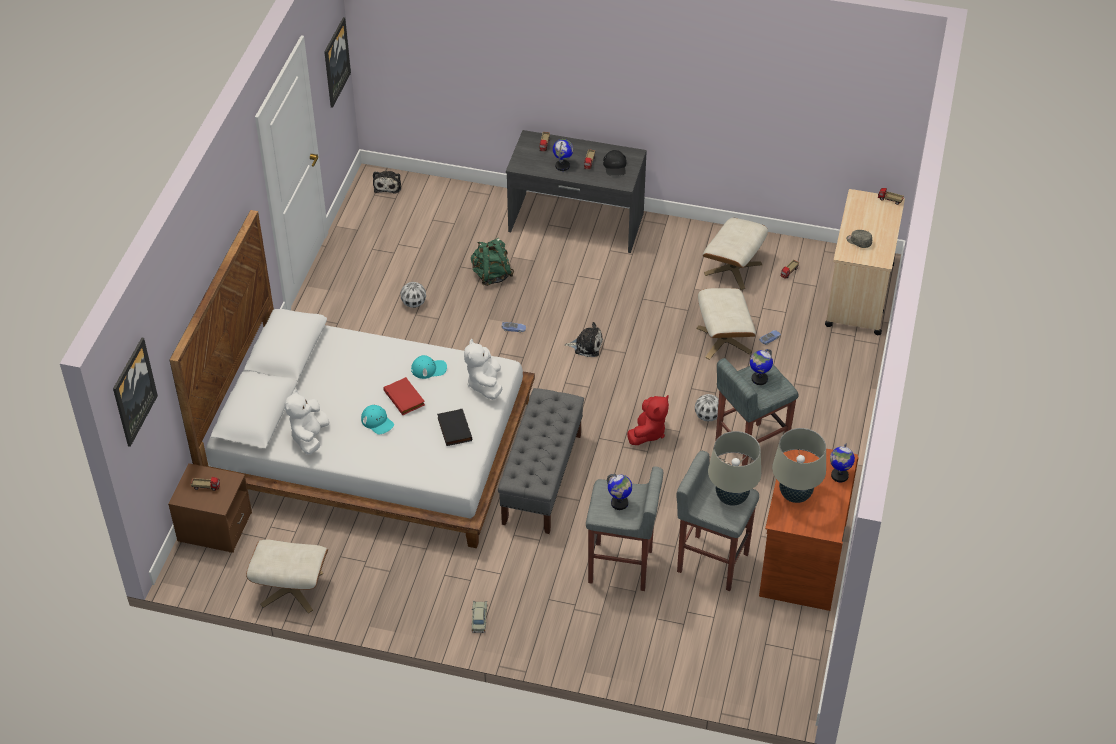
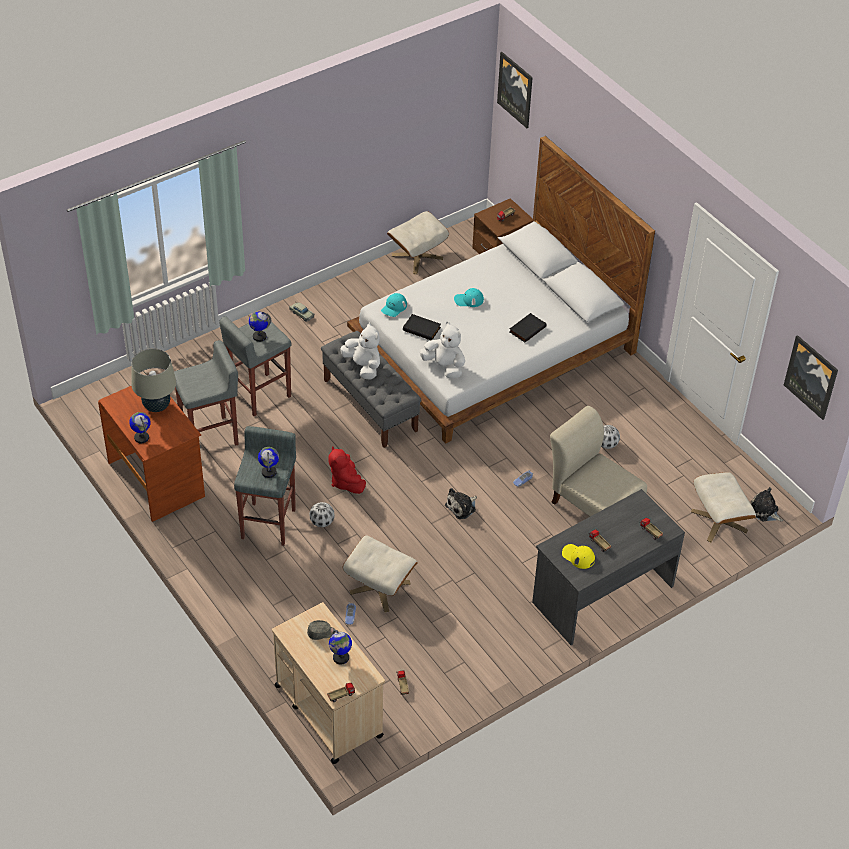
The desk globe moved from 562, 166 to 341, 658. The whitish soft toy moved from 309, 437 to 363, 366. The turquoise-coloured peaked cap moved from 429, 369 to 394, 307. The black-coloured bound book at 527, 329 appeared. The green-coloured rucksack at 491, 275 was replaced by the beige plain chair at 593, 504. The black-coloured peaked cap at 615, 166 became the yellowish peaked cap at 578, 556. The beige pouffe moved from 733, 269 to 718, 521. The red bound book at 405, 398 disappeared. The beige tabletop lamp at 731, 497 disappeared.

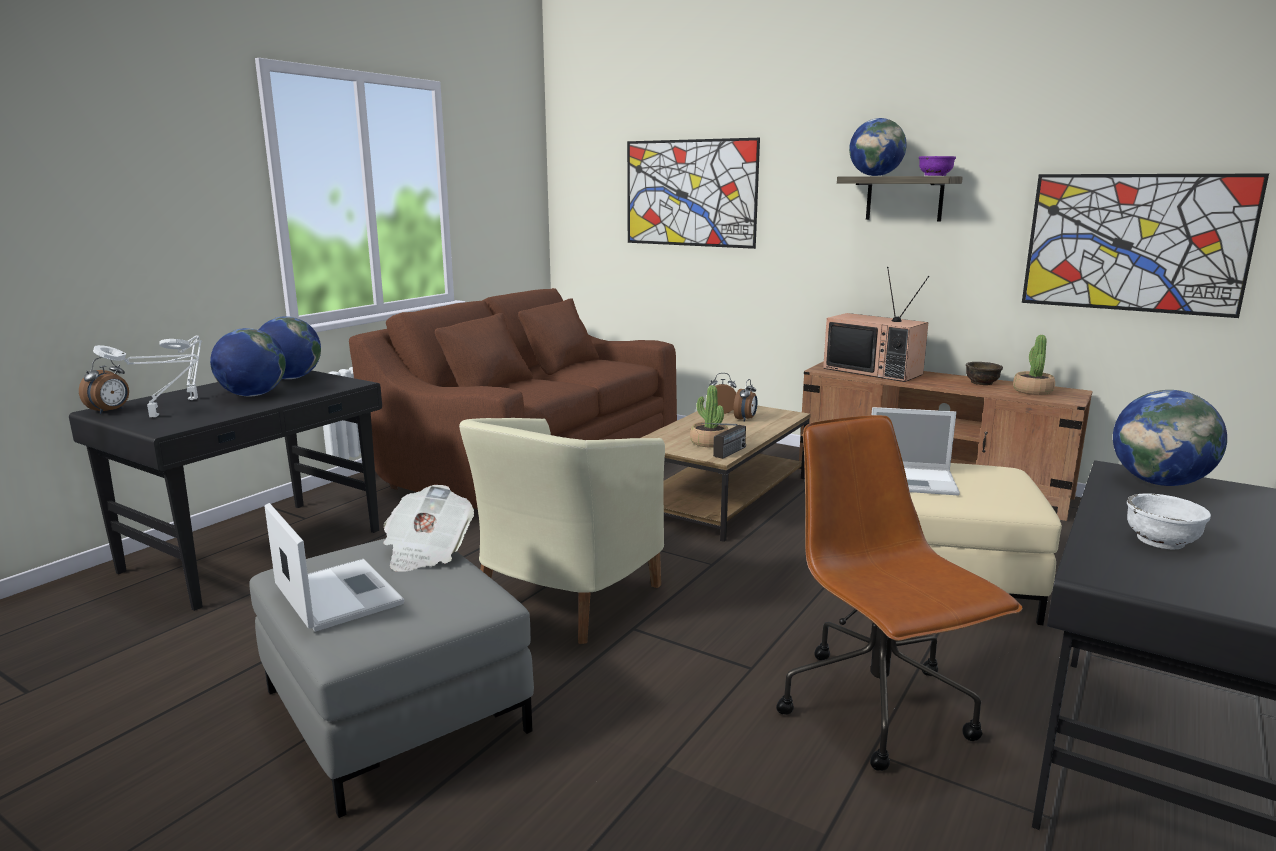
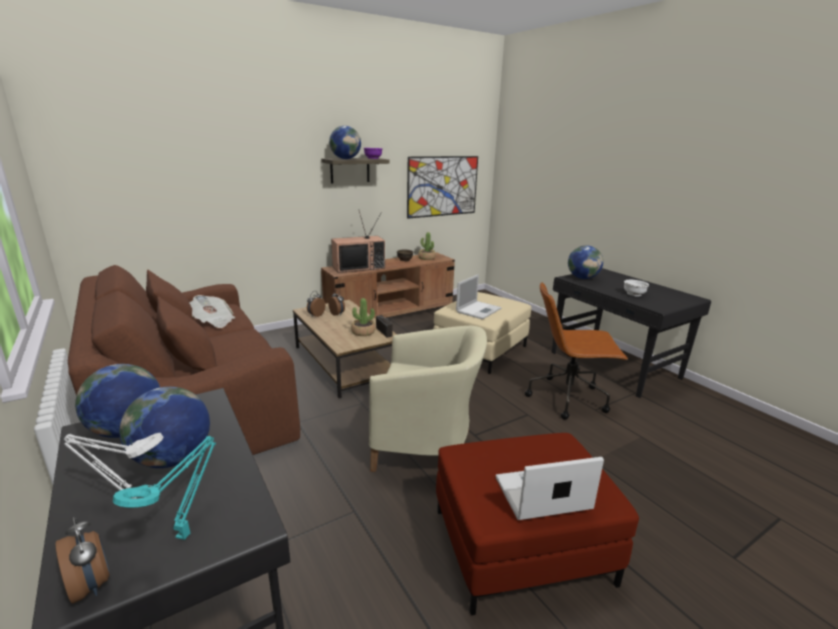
The whitish tabletop lamp at 157, 417 became the turquoise-coloured tabletop lamp at 186, 533. The daily paper moved from 427, 551 to 213, 321. The beige armchair at 564, 598 turned 45 degrees counterclockwise. The greyish pouffe at 393, 710 became the red pouffe at 520, 546. The picture at 690, 193 disappeared.

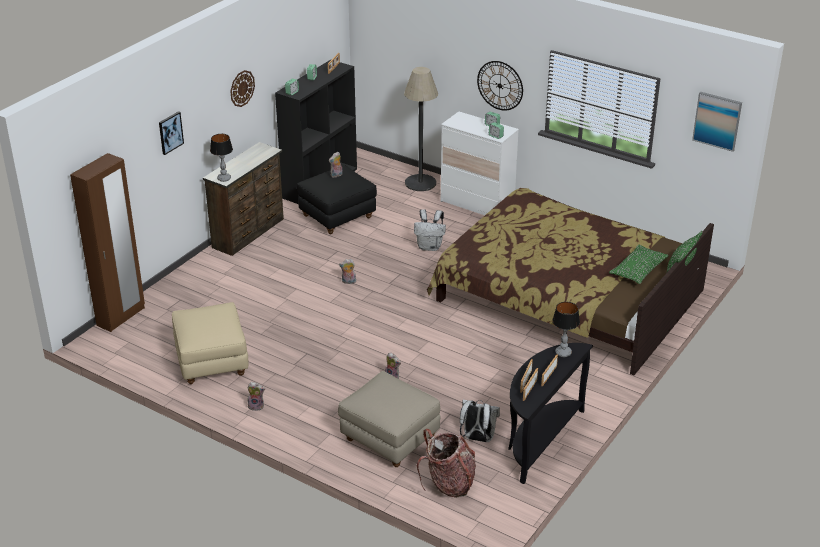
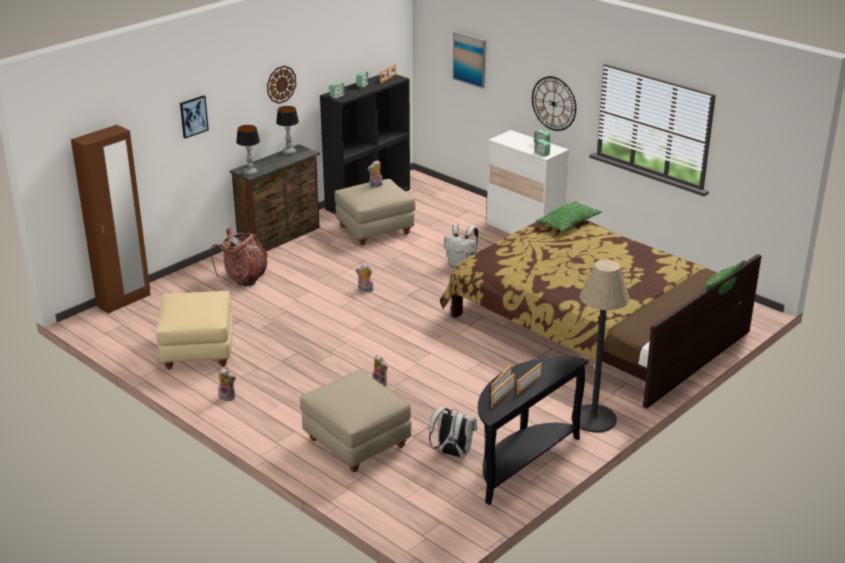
The rucksack moved from 449, 484 to 244, 277. The tabletop lamp moved from 563, 352 to 289, 152. The black-coloured pouffe at 337, 216 became the beige pouffe at 375, 230. The picture moved from 717, 121 to 470, 59. The green-coloured pillow moved from 638, 270 to 568, 223. The standard lamp moved from 420, 183 to 593, 419.

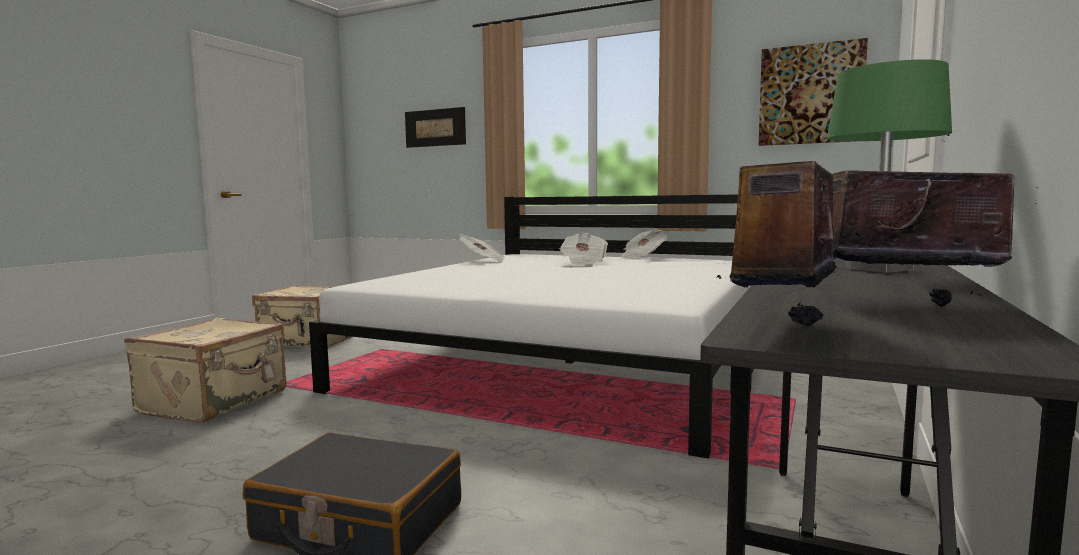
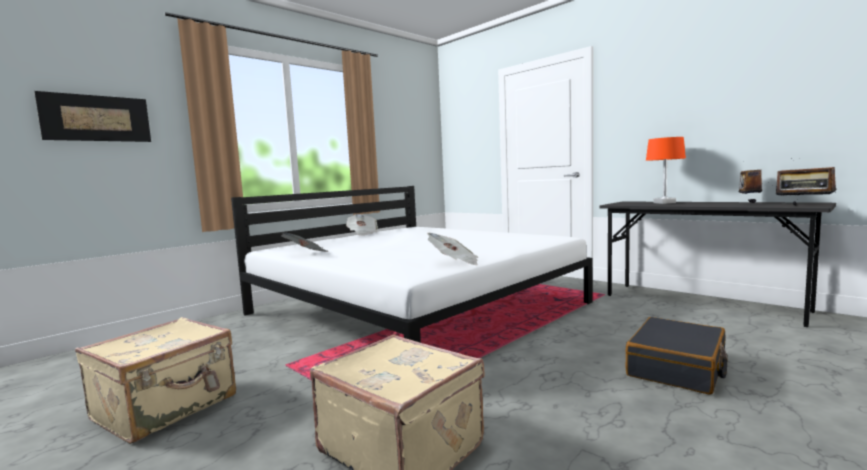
The daily paper moved from 583, 263 to 454, 263. The green-coloured tabletop lamp at 878, 269 became the orange tabletop lamp at 664, 203. The picture at 810, 94 disappeared.

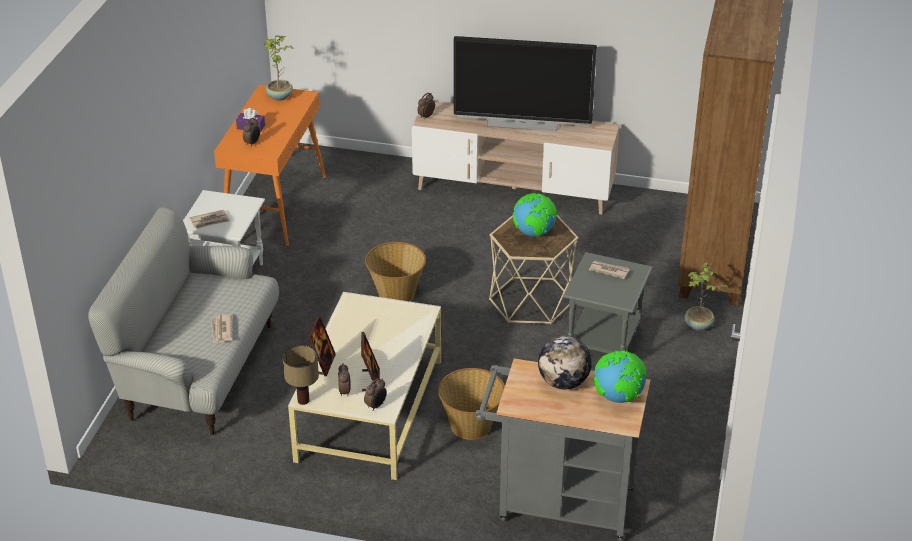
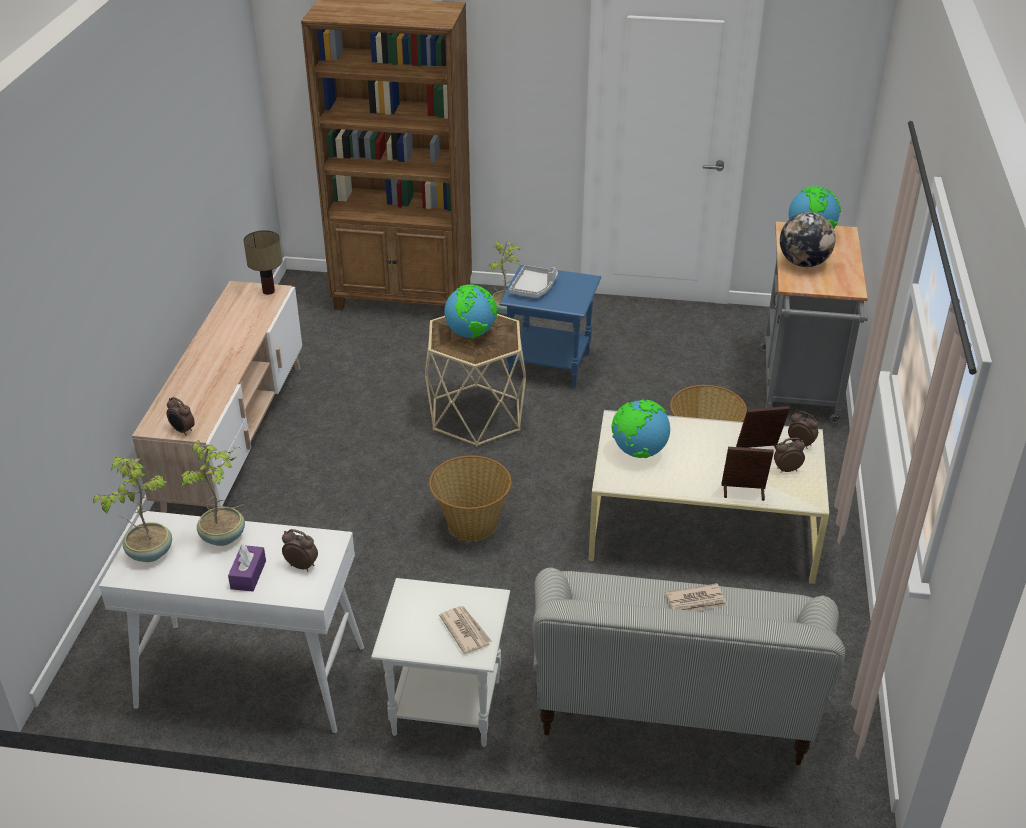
The orange narrow table at 275, 206 became the whitish narrow table at 250, 678. The houseplant at 224, 537 appeared. The tabletop lamp moved from 304, 400 to 268, 291. The greyish accent table at 603, 346 became the bluish accent table at 550, 366. The daily paper at 608, 270 was replaced by the greyish serving tray at 534, 288. The desk globe at 638, 452 appeared. The TV set at 522, 123 disappeared.

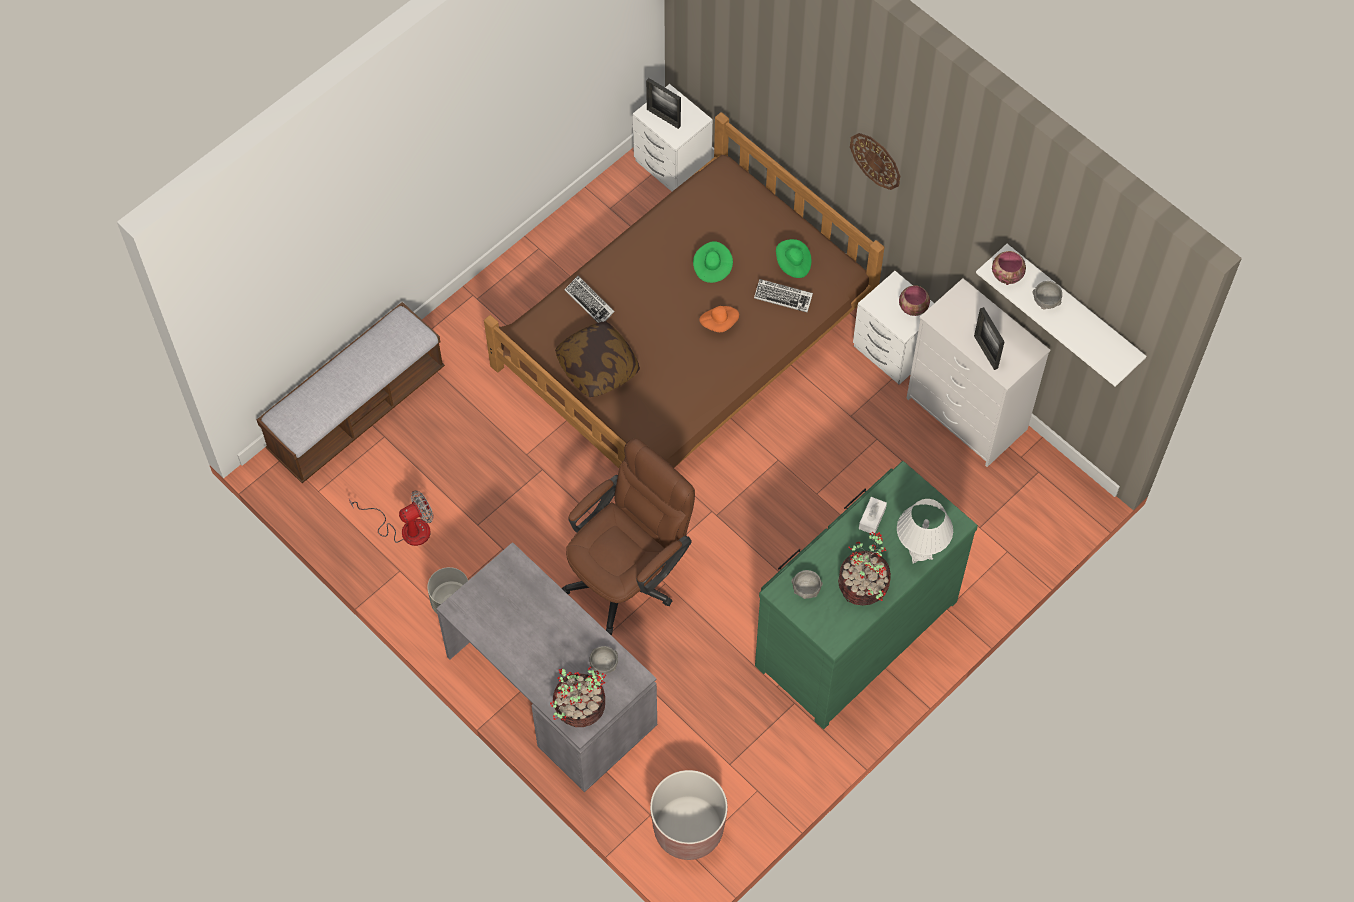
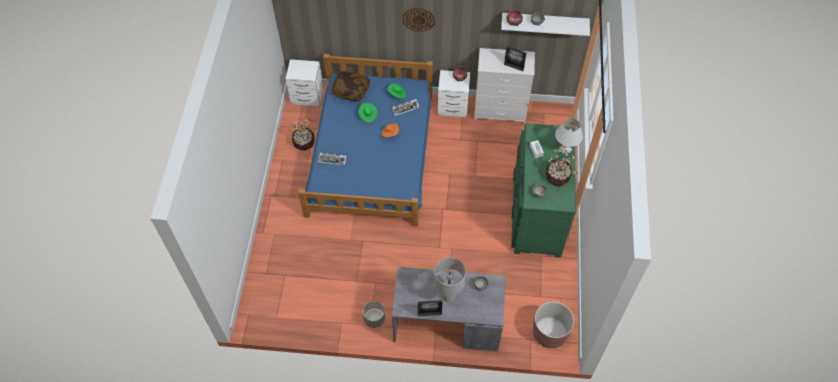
The houseplant moved from 578, 707 to 304, 143. The brown bed at 684, 337 became the bluish bed at 371, 154. The pillow moved from 598, 366 to 351, 90. The picture frame moved from 663, 118 to 429, 314. The greyish tabletop lamp at 448, 296 appeared. The long seat at 357, 410 disappeared. The cooling fan at 405, 529 disappeared. The brown desk chair at 629, 574 disappeared.

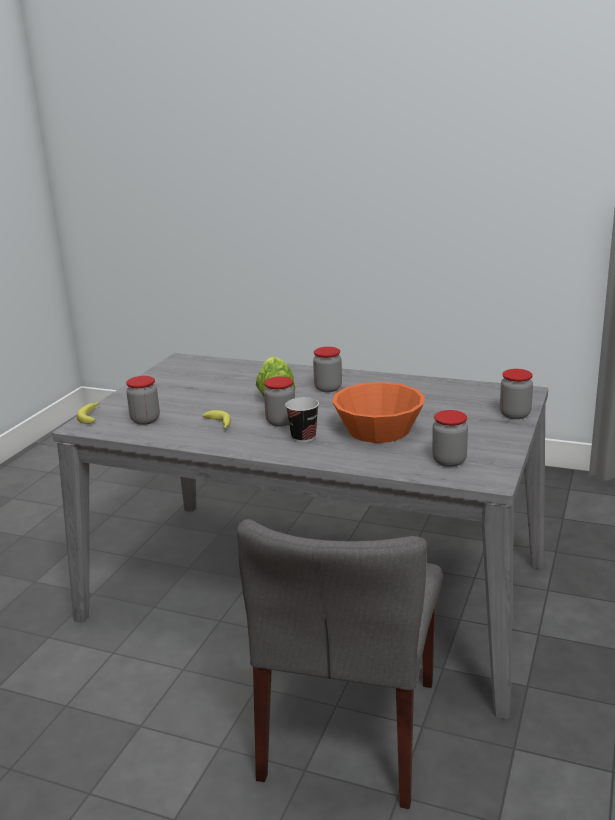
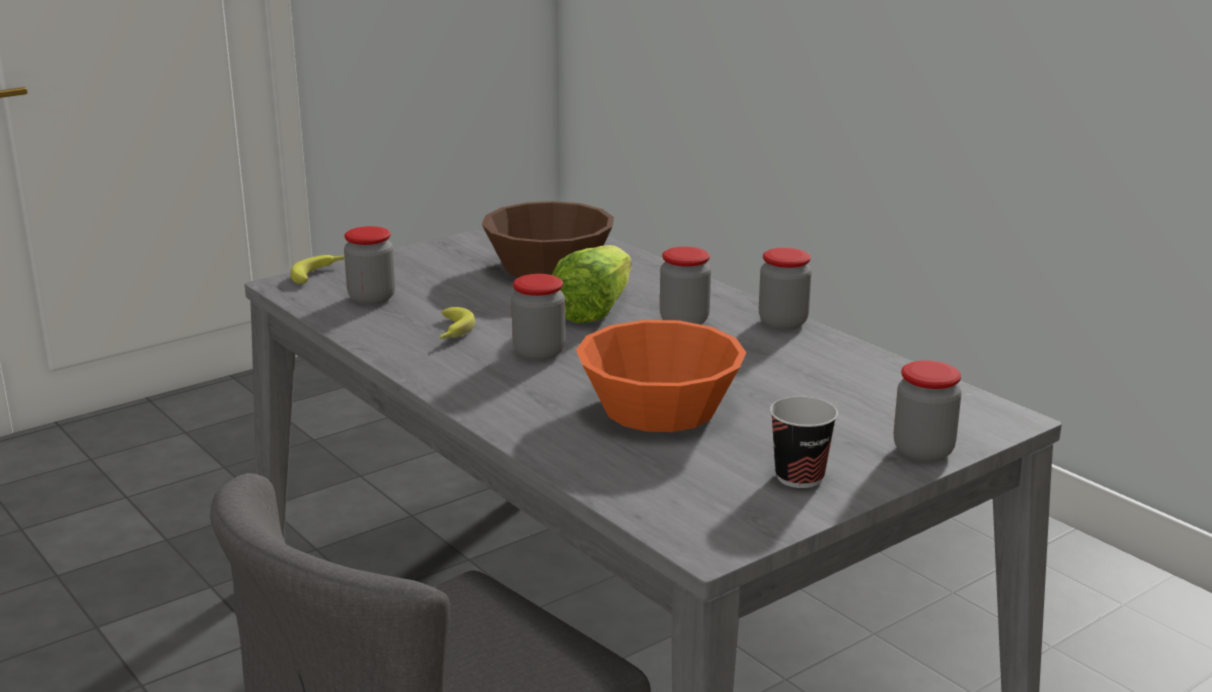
The brown deep dish at 548, 266 appeared. The preserve jar moved from 449, 461 to 783, 322. The drinking cup moved from 303, 437 to 799, 477.

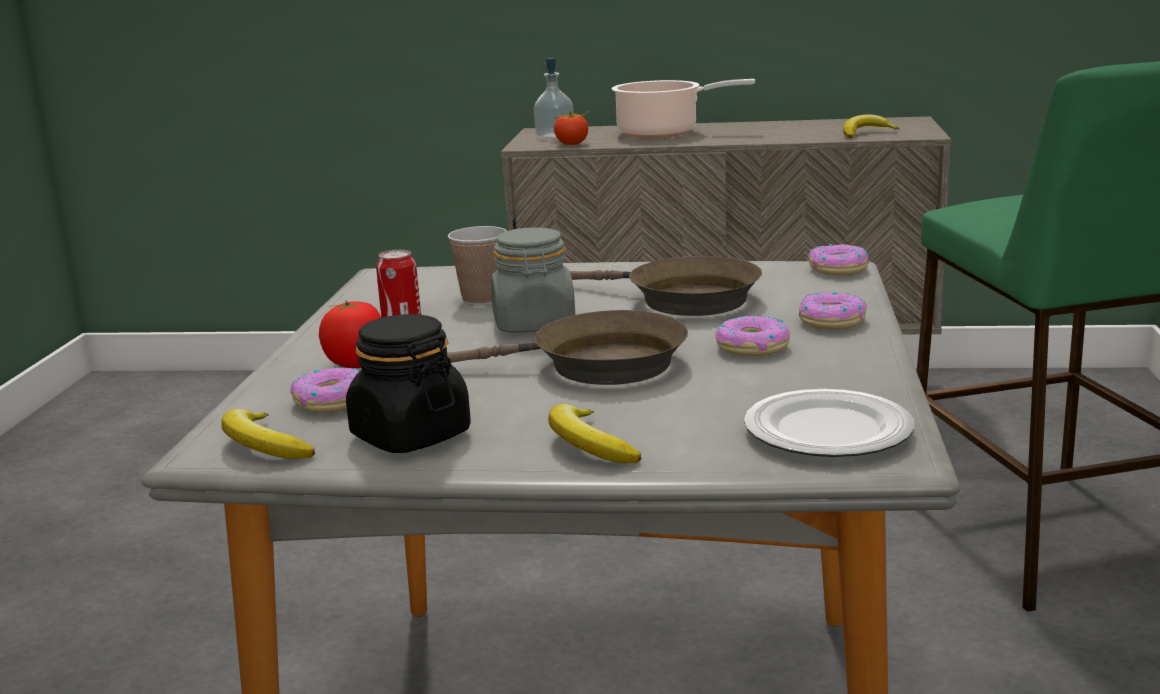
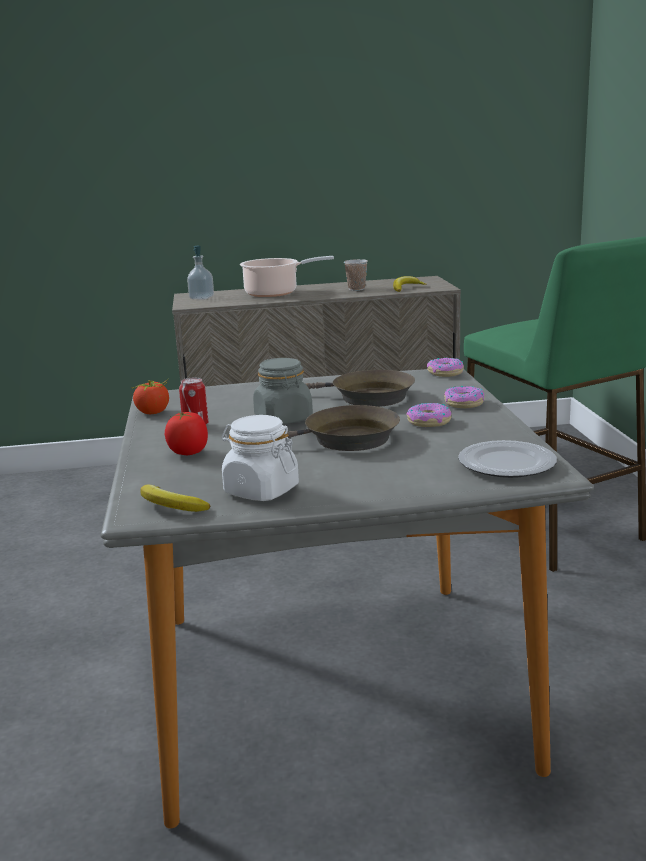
The whole tomato moved from 572, 144 to 153, 412. The black-coloured preserve jar at 410, 435 became the whitish preserve jar at 261, 490. The drinking cup moved from 482, 299 to 356, 289. The ring doughnut at 331, 402 disappeared. The banana fruit at 588, 446 disappeared.

